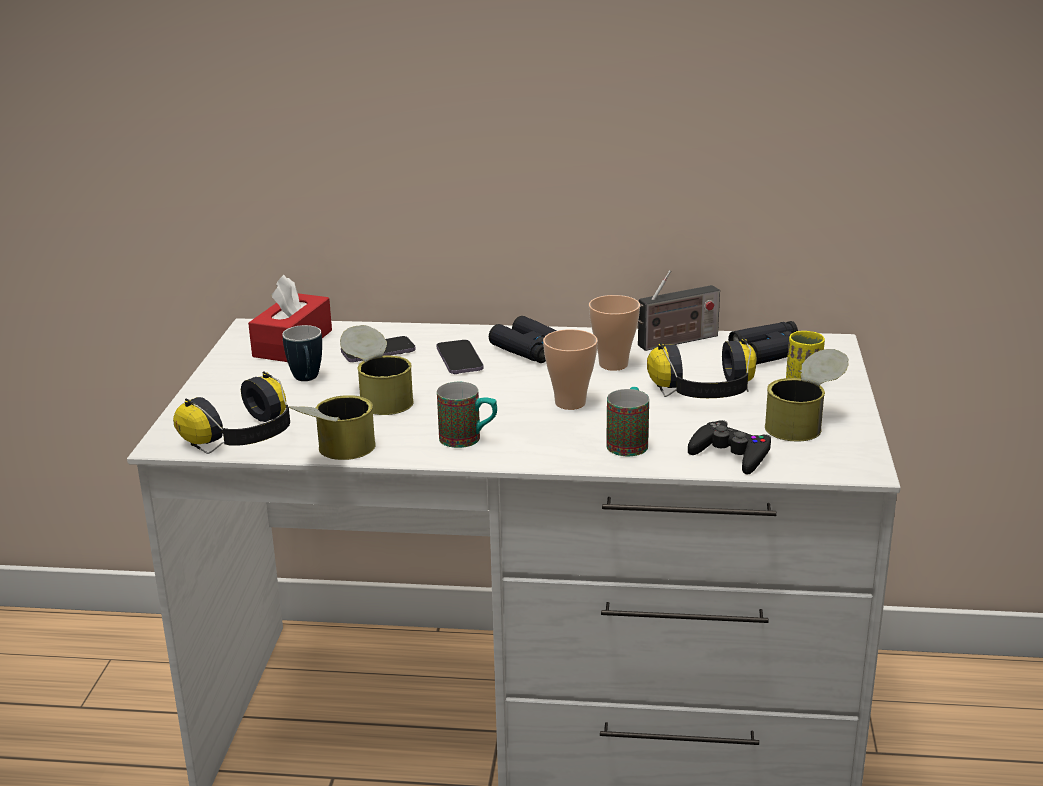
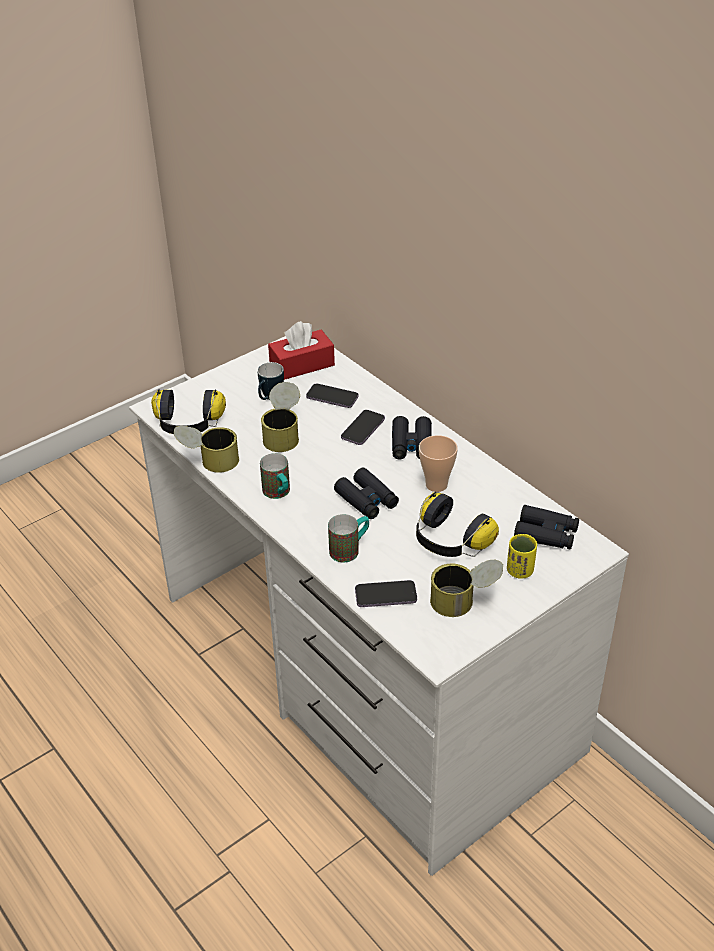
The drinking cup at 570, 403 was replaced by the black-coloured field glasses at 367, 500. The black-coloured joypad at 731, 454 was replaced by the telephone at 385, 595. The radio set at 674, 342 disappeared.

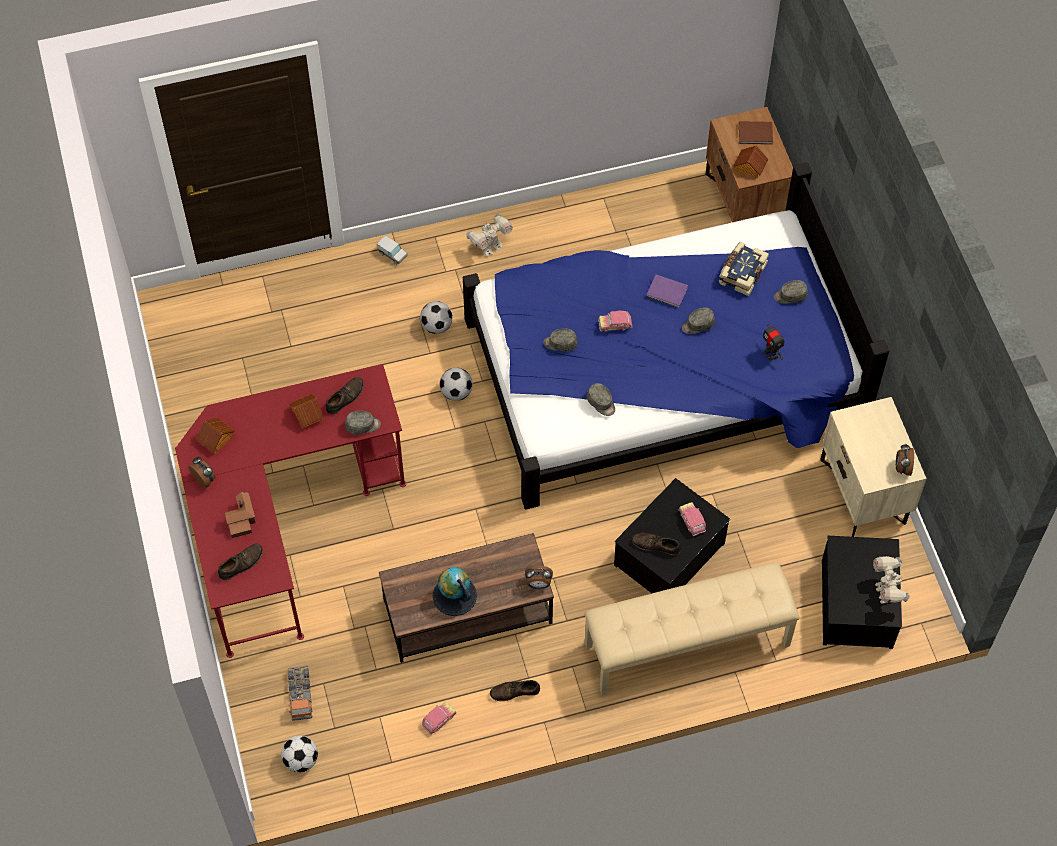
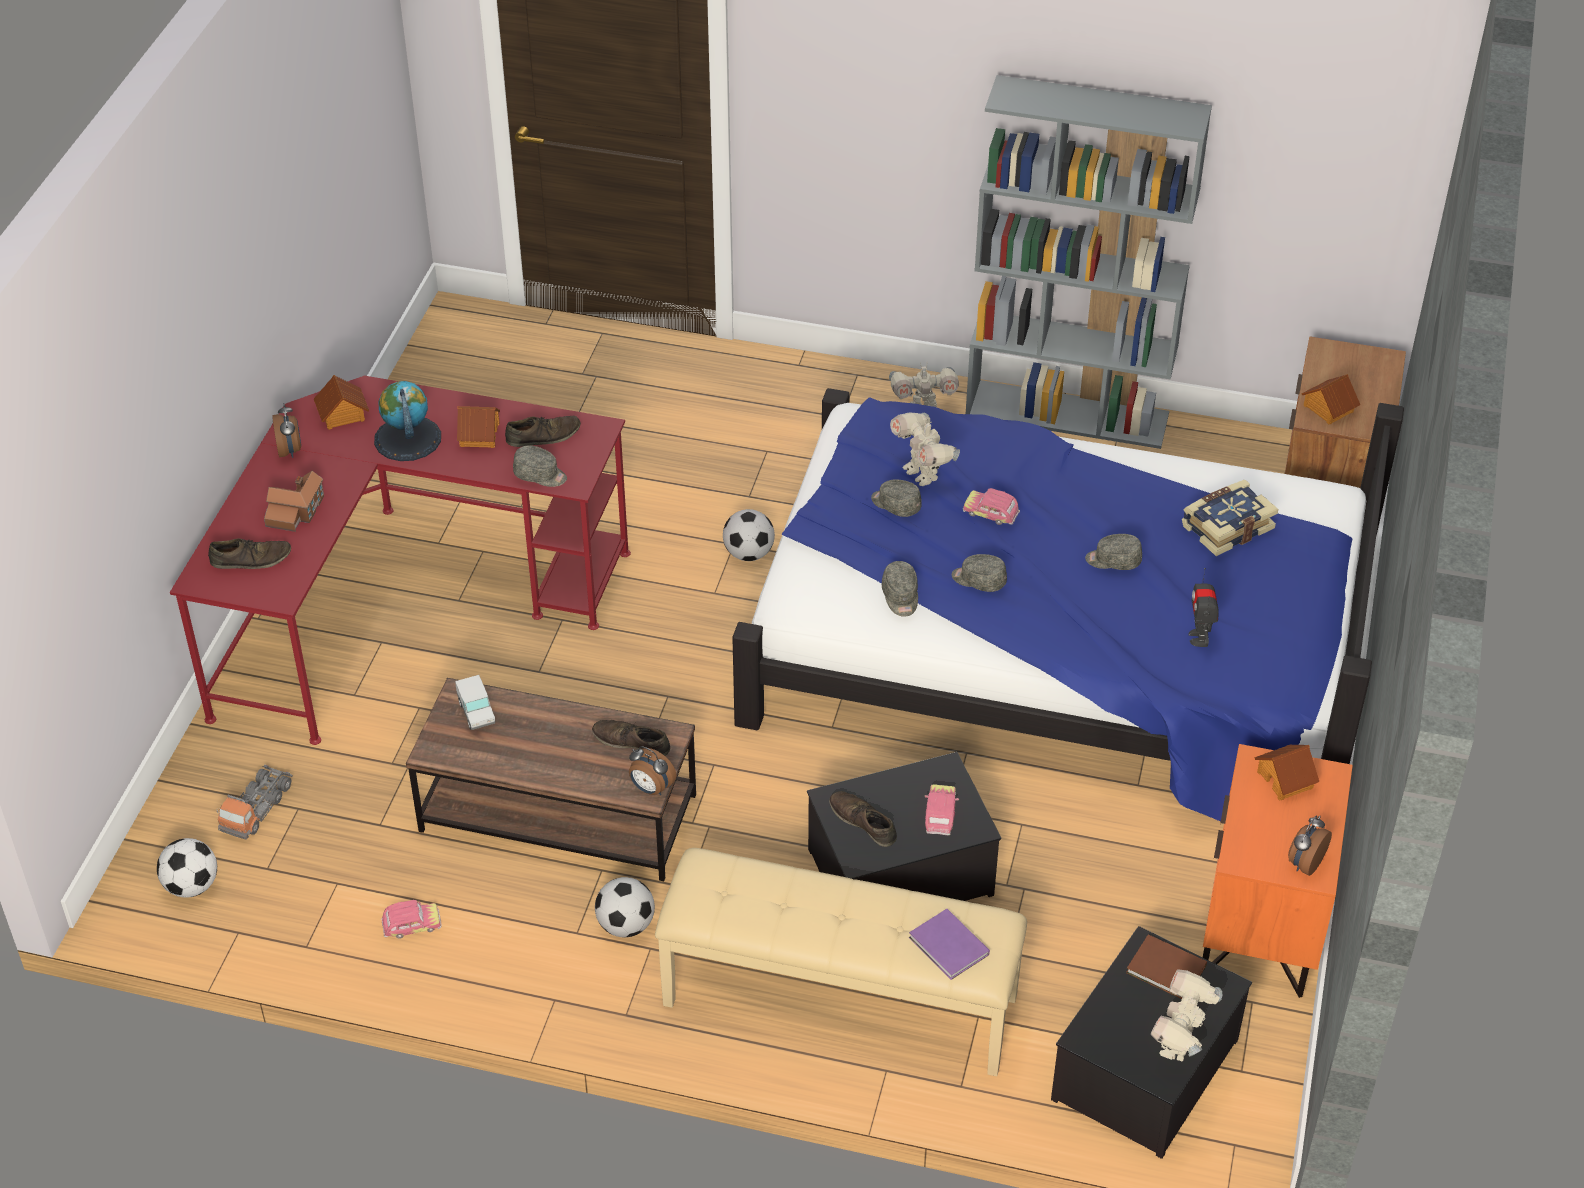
The desk globe moved from 454, 596 to 407, 438. The toy truck moved from 392, 254 to 476, 713. The brown shoe moved from 515, 692 to 631, 742. The ball for football moved from 436, 326 to 626, 925. The robot figure at 922, 474 appeared. The purple-coloured bound book moved from 667, 293 to 949, 948. The greyish peaked cap moved from 790, 296 to 978, 580. The greyish shelving unit at 1068, 414 appeared. The brown bound book moved from 756, 134 to 1167, 971. The beige night table at 864, 492 became the orange night table at 1262, 924. The toy house at 1285, 779 appeared.

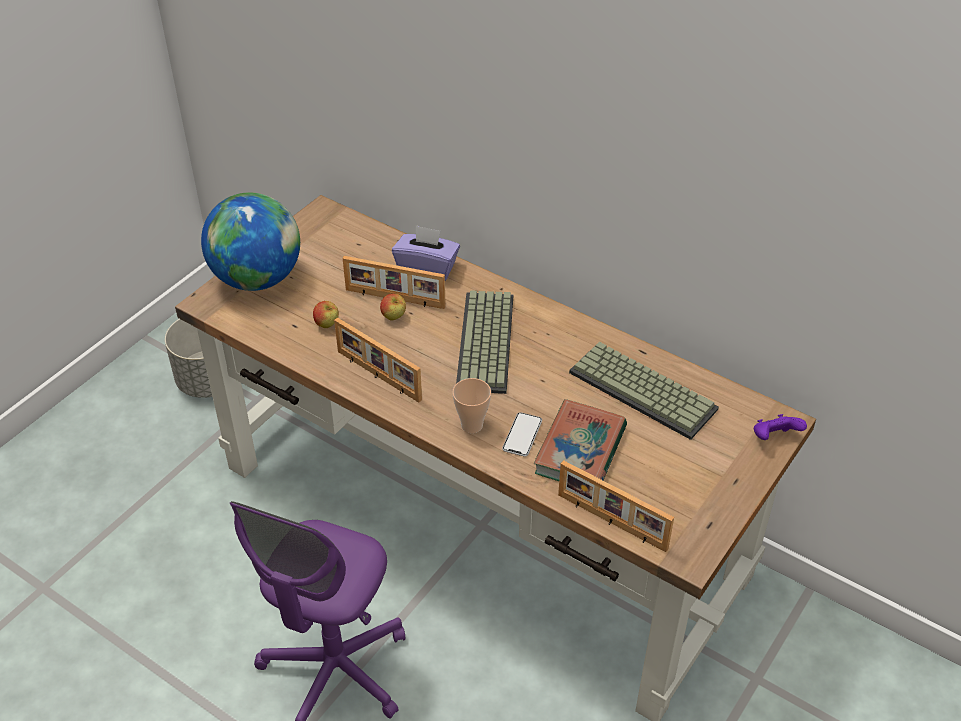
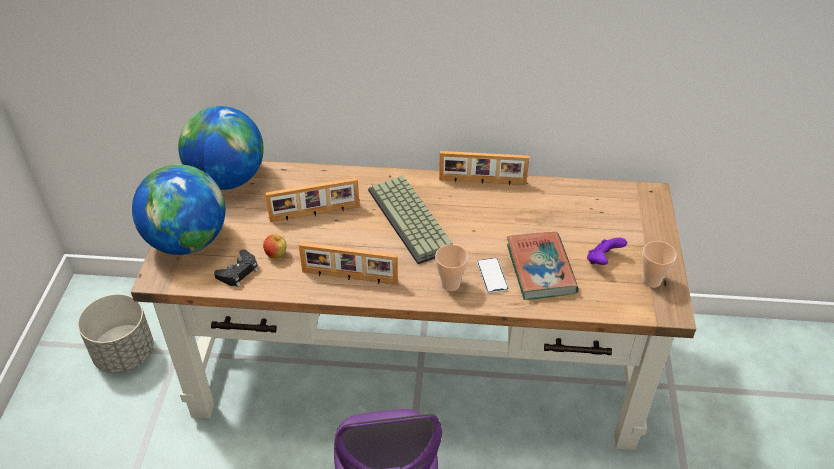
The desk globe at 227, 179 appeared. The black-coloured joypad at 238, 272 appeared. The picture frame moved from 611, 522 to 482, 182. The purple-coloured joypad moved from 774, 438 to 603, 260. The drinking cup at 651, 281 appeared. The apple at 393, 317 disappeared. The purple-coloured tissue box at 427, 268 disappeared. The PC keyboard at 645, 390 disappeared.

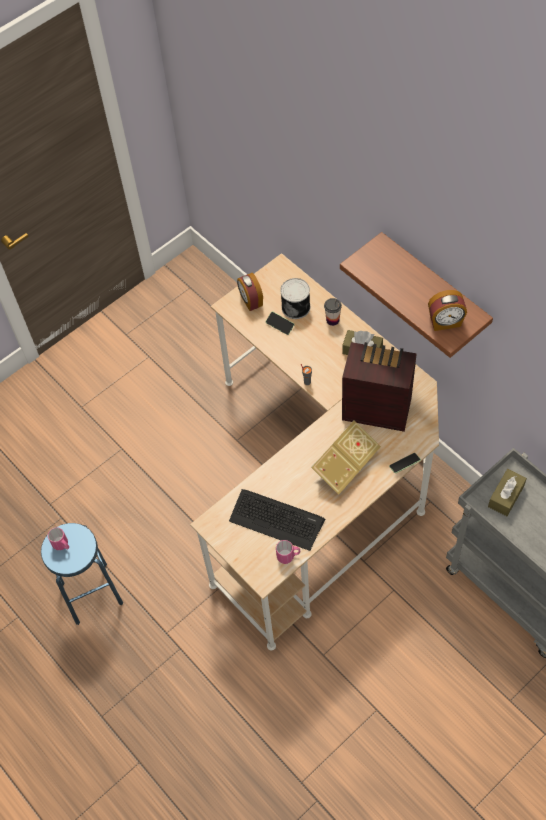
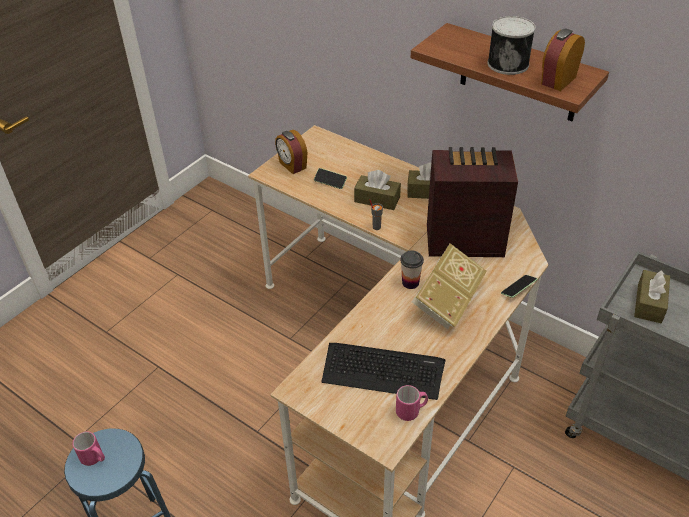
The brown tissue box at 377, 199 appeared. The drinking cup moved from 332, 320 to 410, 283. The can moved from 296, 306 to 508, 63. The alarm clock at 445, 322 turned 150 degrees clockwise.

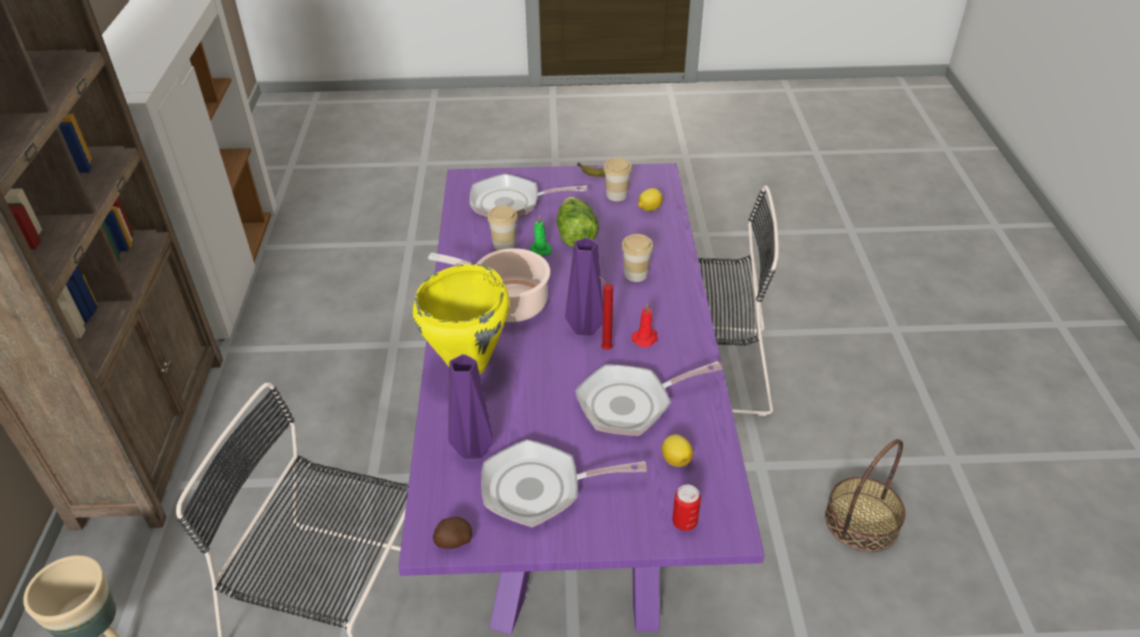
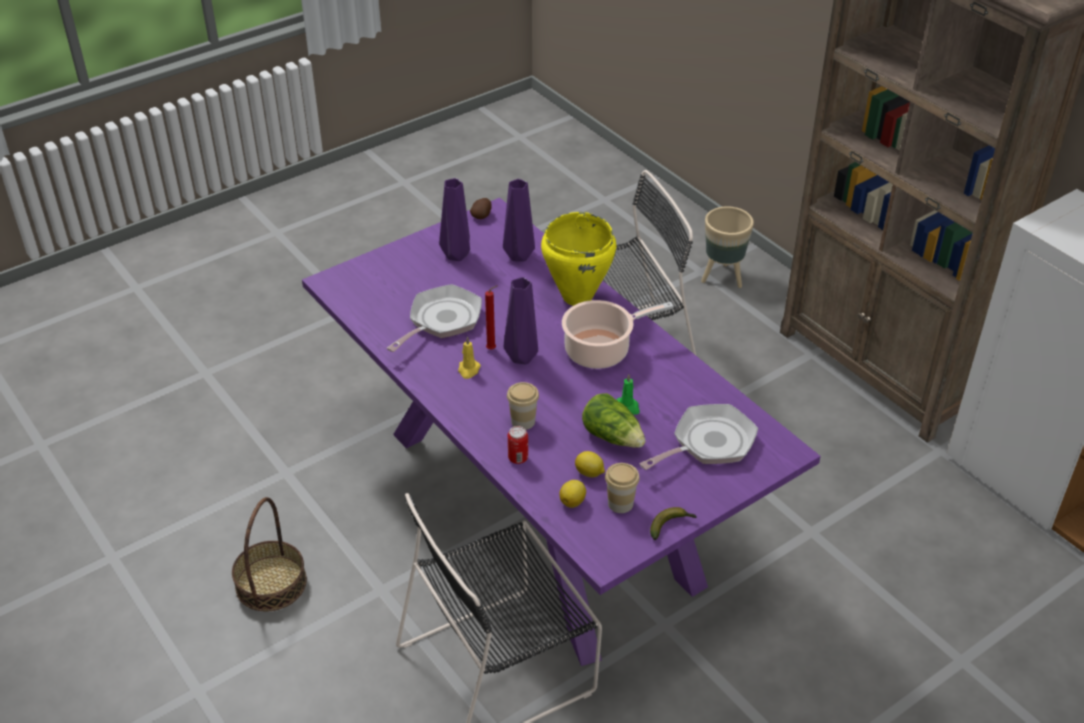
The skillet at 540, 489 was replaced by the purple-coloured decorative vase at 457, 255. The red wax candle at 645, 338 became the yellowish wax candle at 468, 370. The can moved from 684, 522 to 518, 458. The citrus fruit moved from 675, 459 to 589, 473. The drinking cup at 504, 245 disappeared.

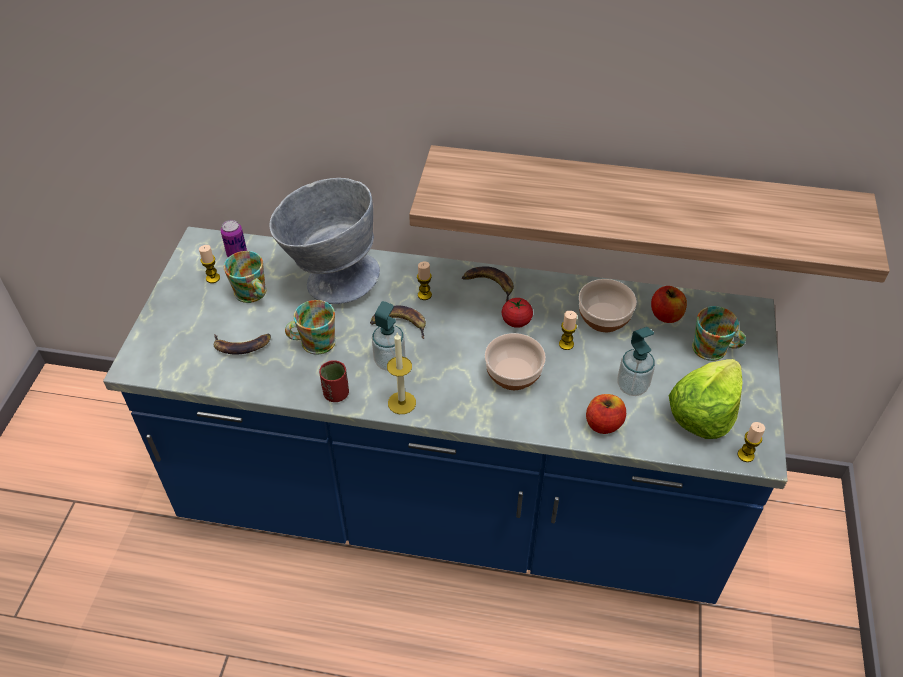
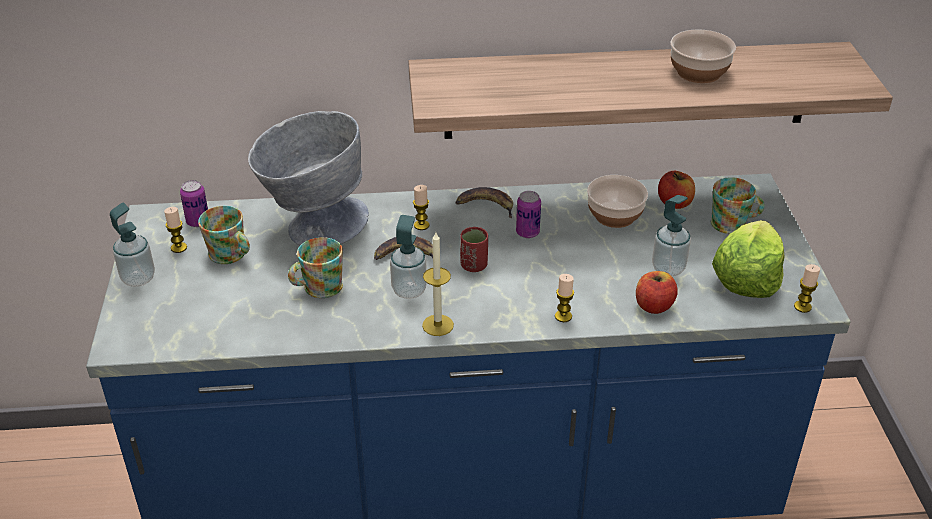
The liquid soap bottle at 138, 278 appeared. The red drinking cup moved from 336, 394 to 474, 266. The whole tomato at 516, 321 was replaced by the can at 527, 232. The wax candle moved from 566, 344 to 563, 316. The deep dish moved from 513, 374 to 698, 72. The banana fruit at 242, 345 disappeared.

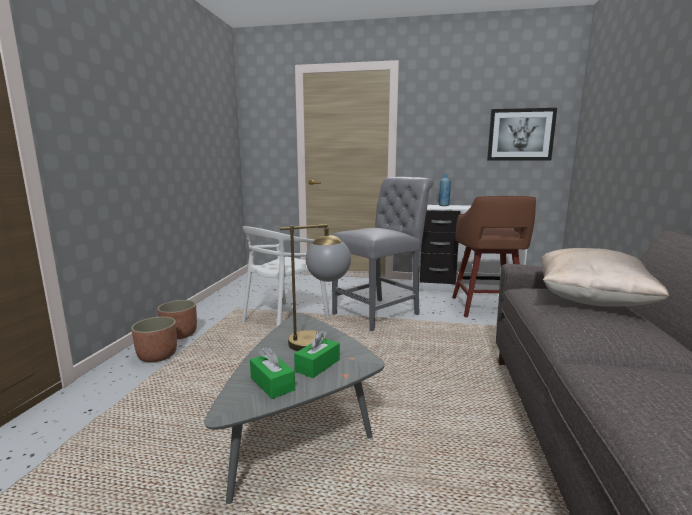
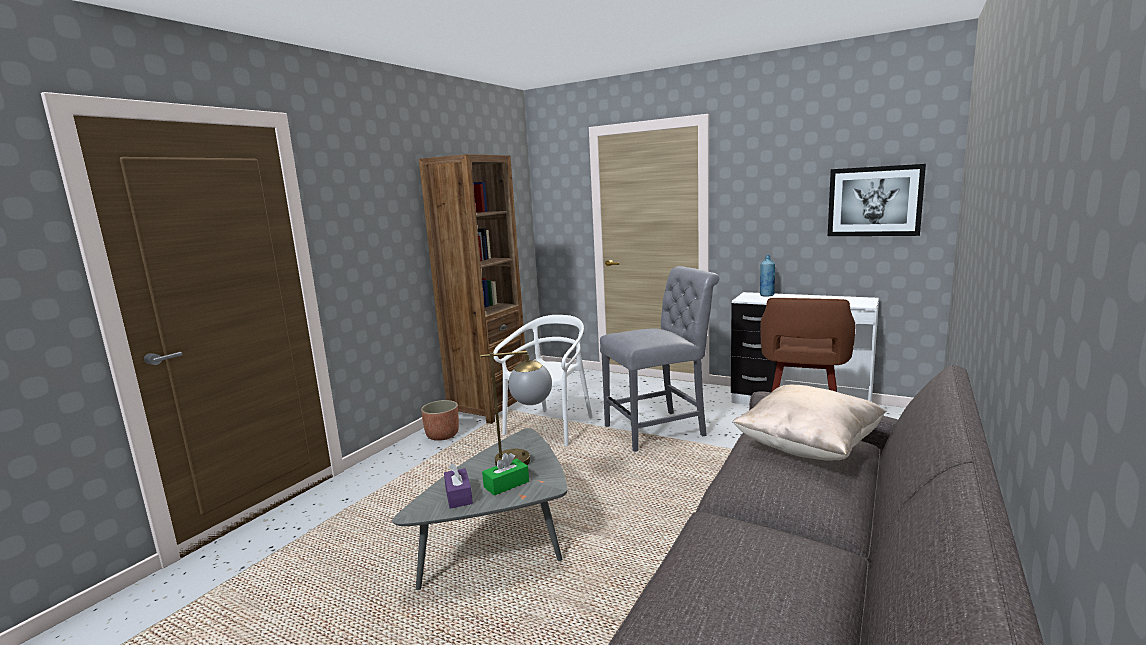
The brown shelving unit at 489, 408 appeared. The green-coloured tissue box at 272, 384 became the purple-coloured tissue box at 458, 496. The whitish plain chair at 285, 318 turned 150 degrees clockwise. The flower pot at 158, 356 disappeared.

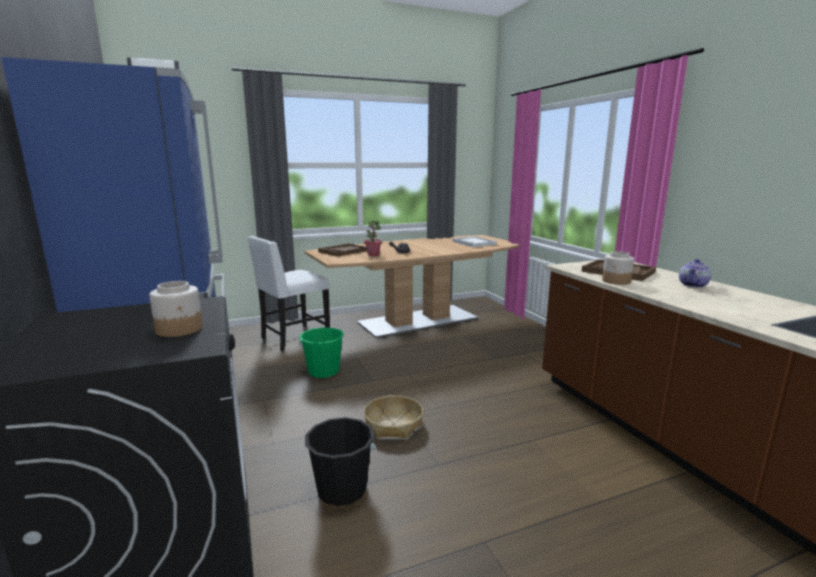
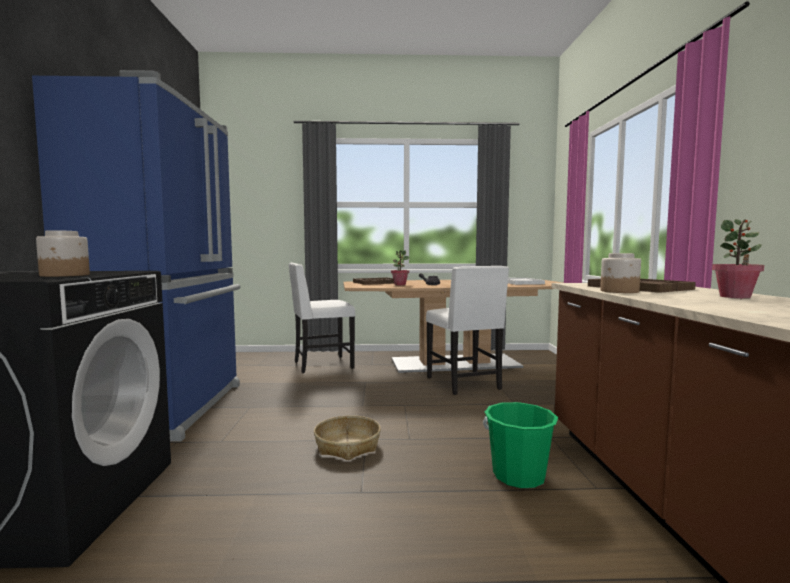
The whitish plain chair at 465, 384 appeared. The green-coloured bucket moved from 323, 371 to 518, 476. The teapot at 693, 285 was replaced by the houseplant at 735, 297. The black-coloured bucket at 342, 489 disappeared.

